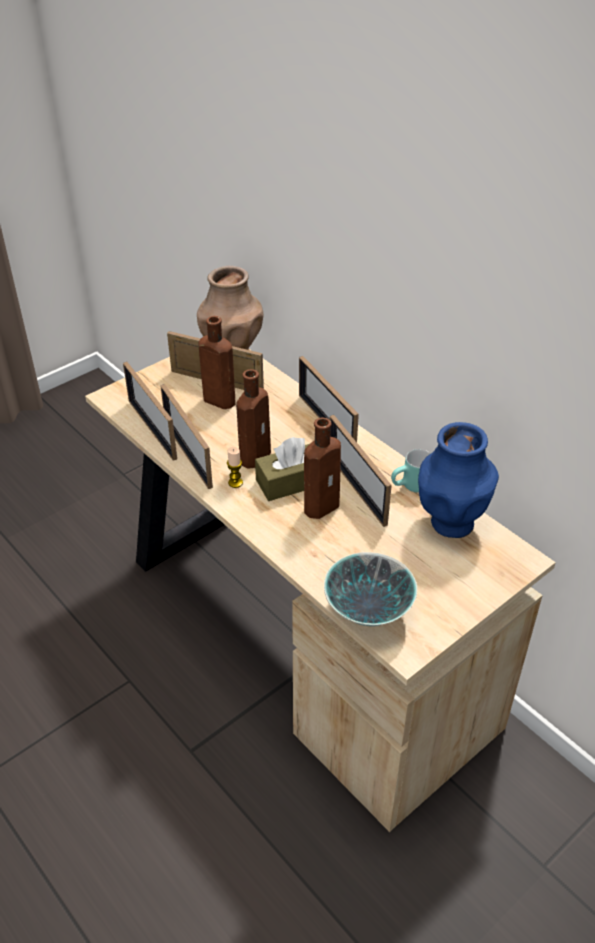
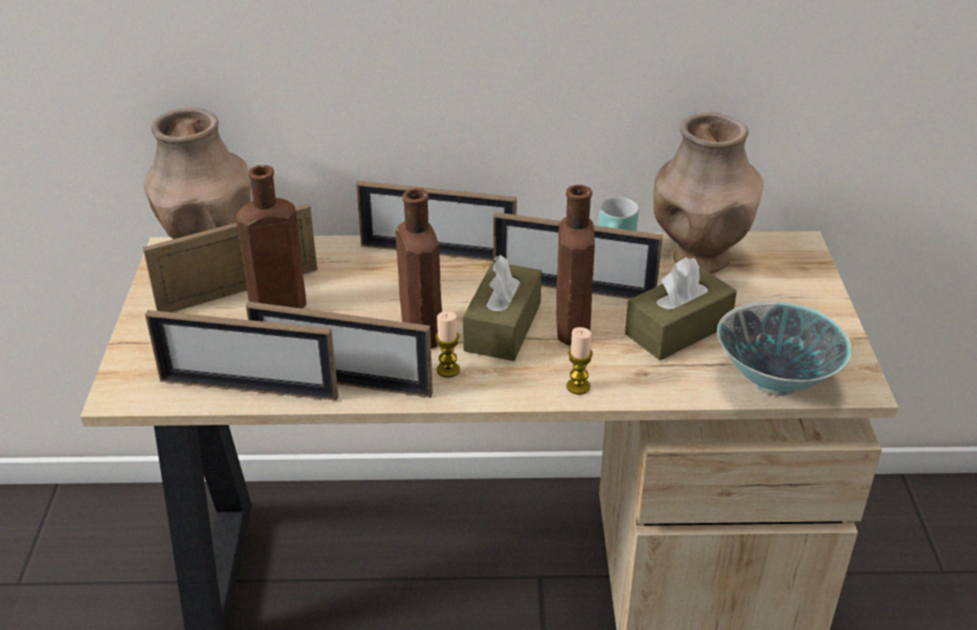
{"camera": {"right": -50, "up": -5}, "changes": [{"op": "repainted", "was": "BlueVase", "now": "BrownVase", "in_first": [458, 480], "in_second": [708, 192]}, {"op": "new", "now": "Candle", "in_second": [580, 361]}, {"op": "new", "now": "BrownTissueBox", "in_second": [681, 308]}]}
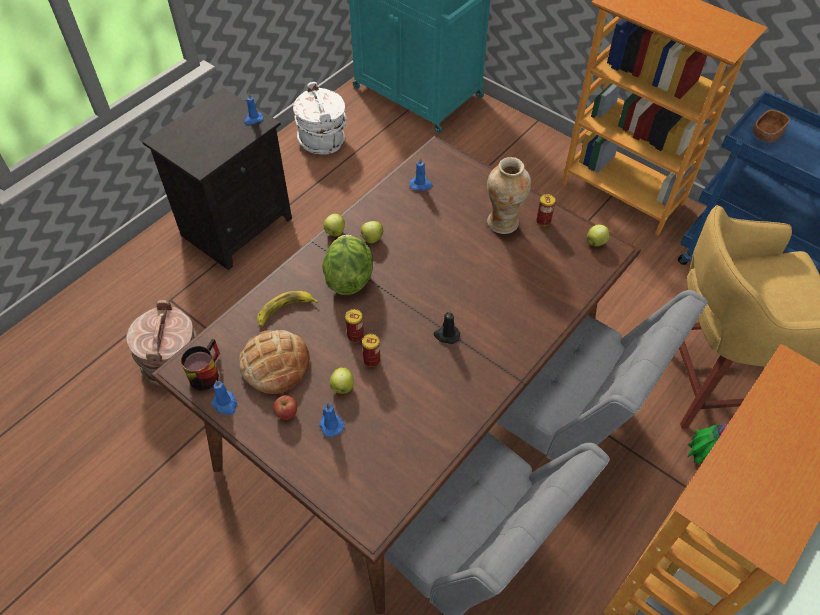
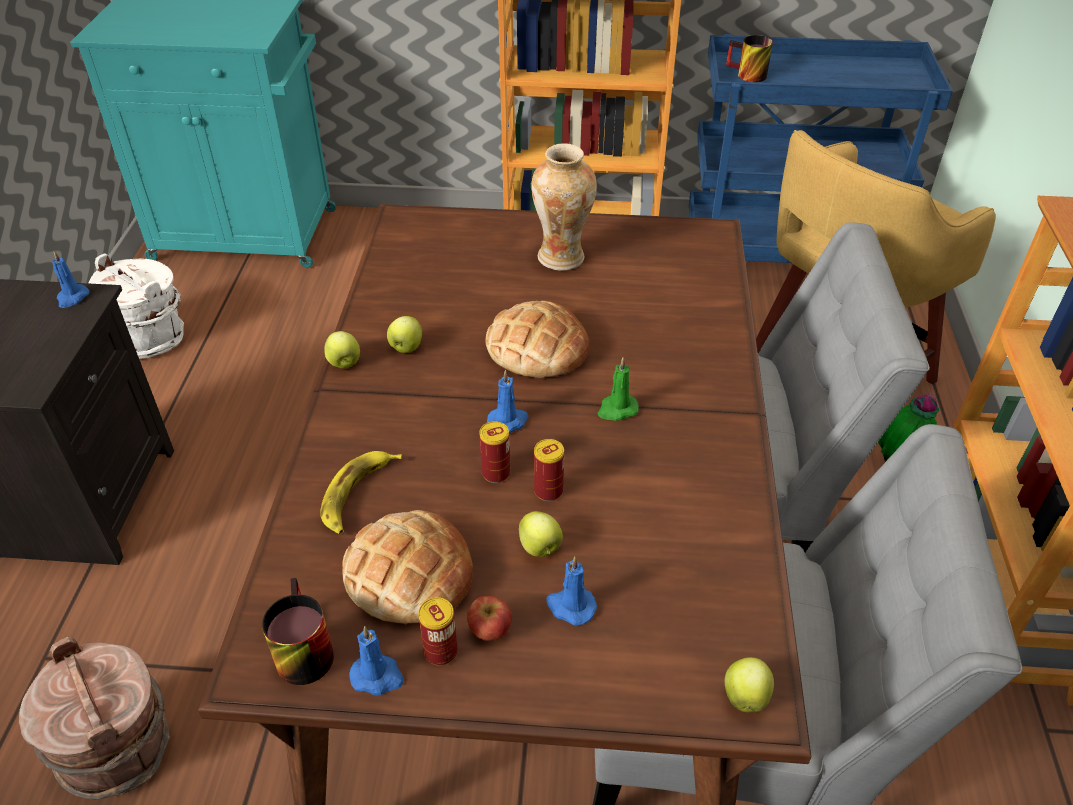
{"camera": {"right": -35, "up": -10}, "changes": [{"op": "gone", "was": "Lettuce", "in_first": [347, 265]}, {"op": "shifted", "was": "BlueCandle", "in_first": [421, 174], "in_second": [507, 401]}, {"op": "repainted", "was": "BlackCandle", "now": "GreenCandle", "in_first": [447, 327], "in_second": [618, 389]}, {"op": "shifted", "was": "Can", "in_first": [546, 210], "in_second": [438, 631]}, {"op": "shifted", "was": "Apple", "in_first": [598, 236], "in_second": [749, 684]}, {"op": "swapped", "was": "BrownBowl", "now": "Mug", "in_first": [771, 125], "in_second": [749, 58]}, {"op": "new", "now": "Bread", "in_second": [538, 339]}]}
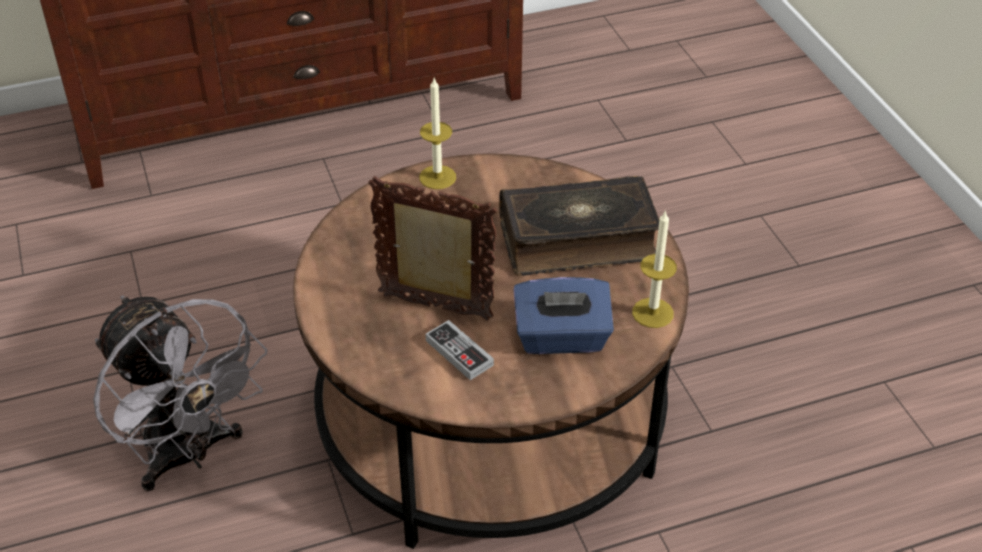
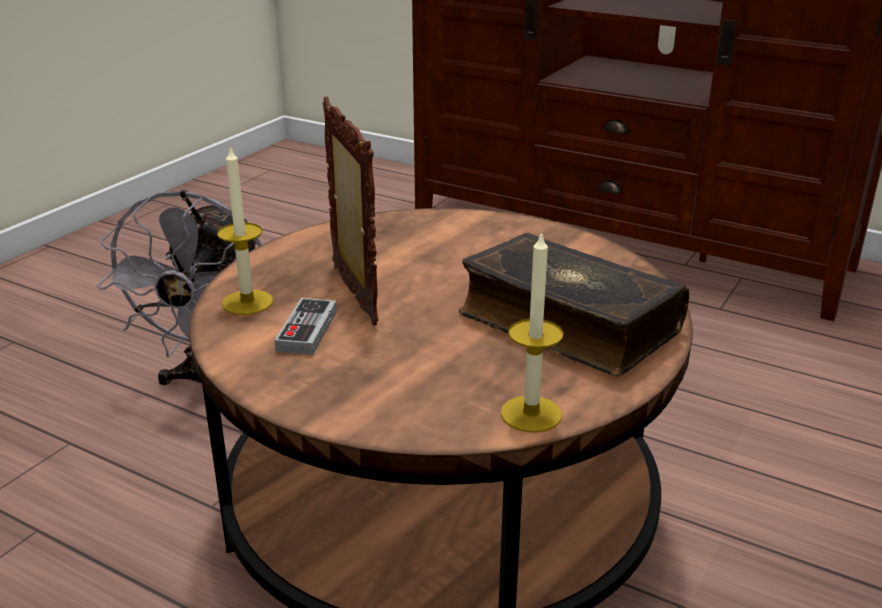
{"camera": {"right": 50, "up": -15}, "changes": [{"op": "shifted", "was": "Candle", "in_first": [437, 133], "in_second": [245, 230]}, {"op": "gone", "was": "BlueTissueBox", "in_first": [564, 315]}]}
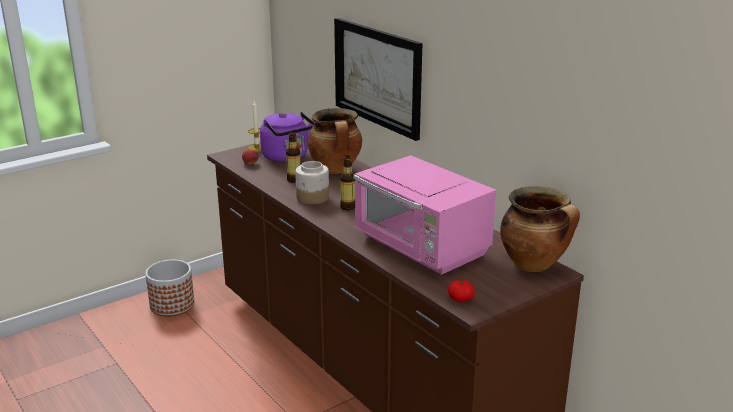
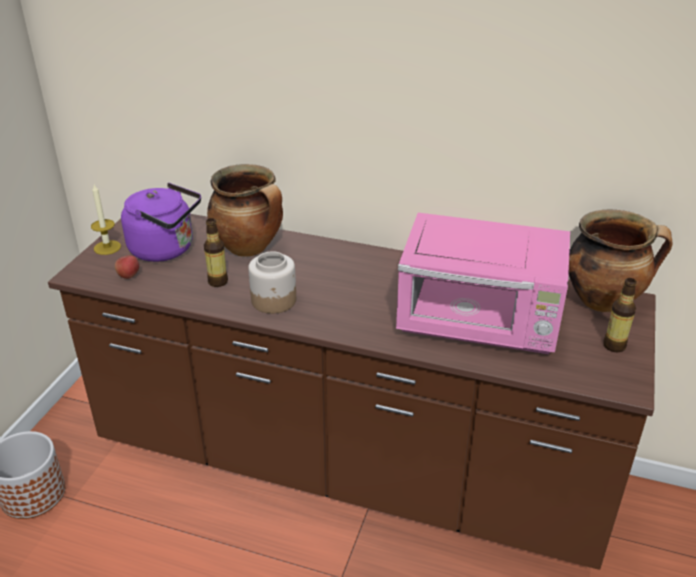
{"camera": {"right": -35, "up": 10}, "changes": [{"op": "gone", "was": "Picture", "in_first": [378, 79]}, {"op": "shifted", "was": "Bottle", "in_first": [347, 183], "in_second": [620, 315]}, {"op": "gone", "was": "Tomato", "in_first": [461, 290]}]}
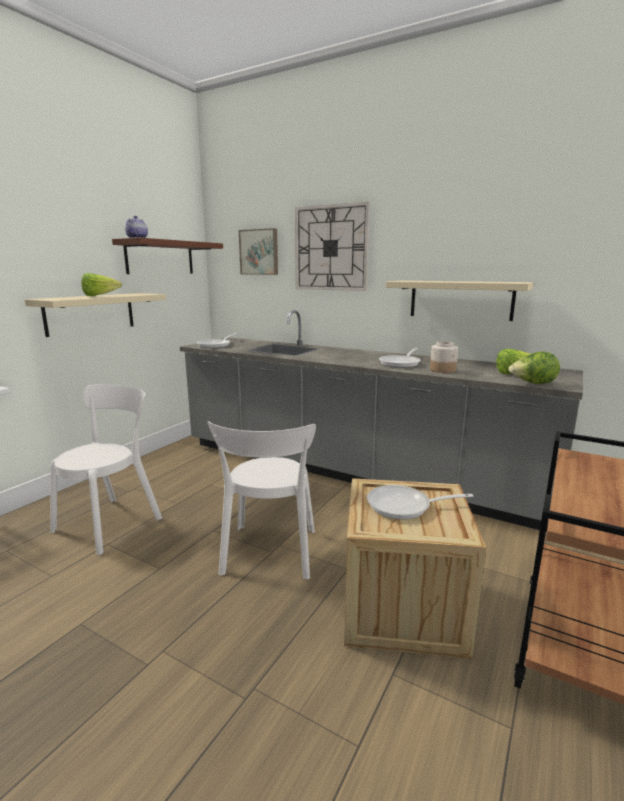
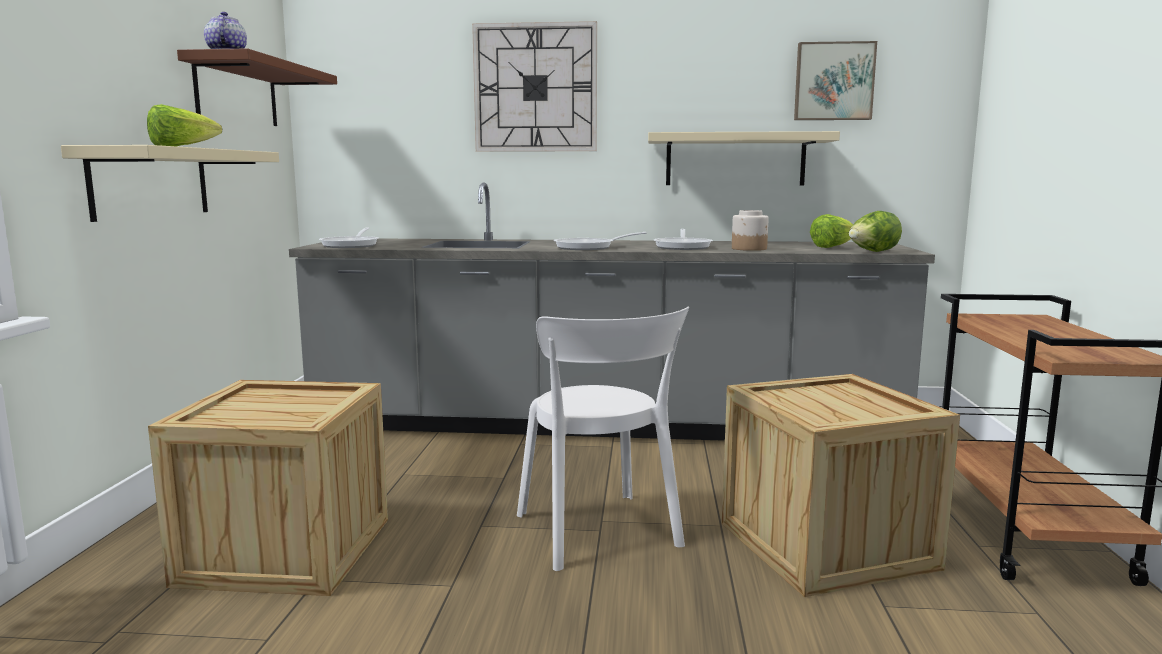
{"camera": {"right": -25, "up": -5}, "changes": [{"op": "swapped", "was": "WhiteChair", "now": "Crate", "in_first": [106, 470], "in_second": [268, 488]}, {"op": "shifted", "was": "Picture", "in_first": [258, 251], "in_second": [835, 80]}, {"op": "shifted", "was": "FryingPan", "in_first": [420, 502], "in_second": [600, 241]}]}
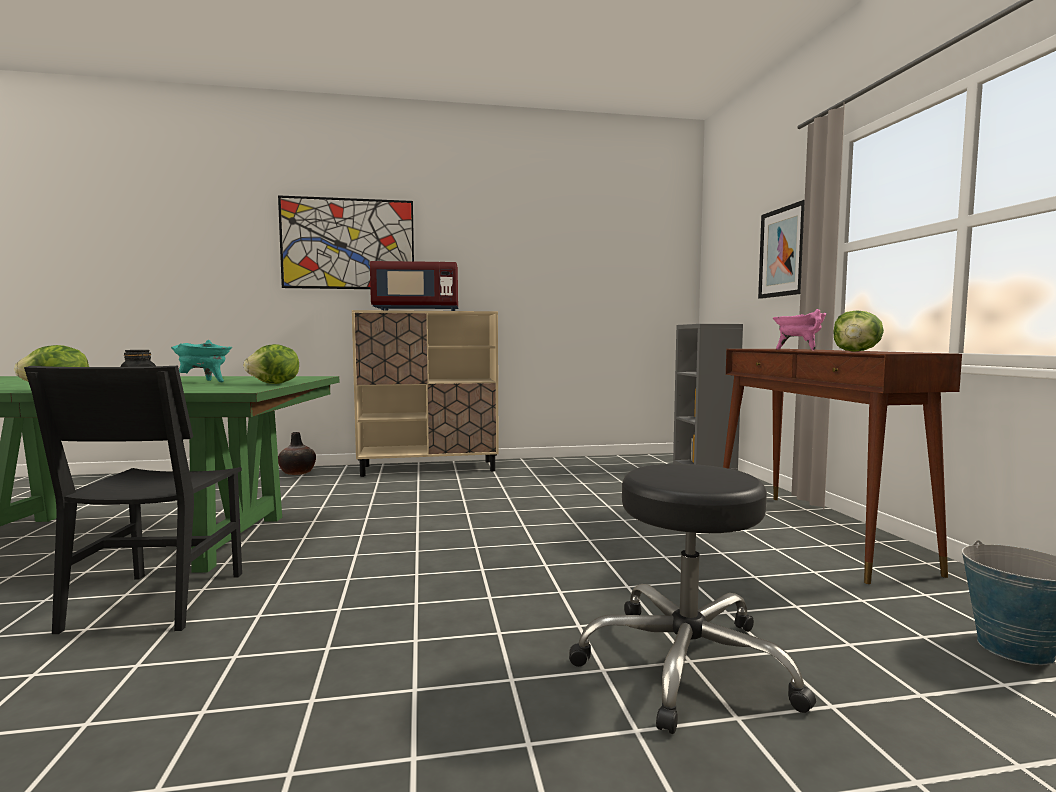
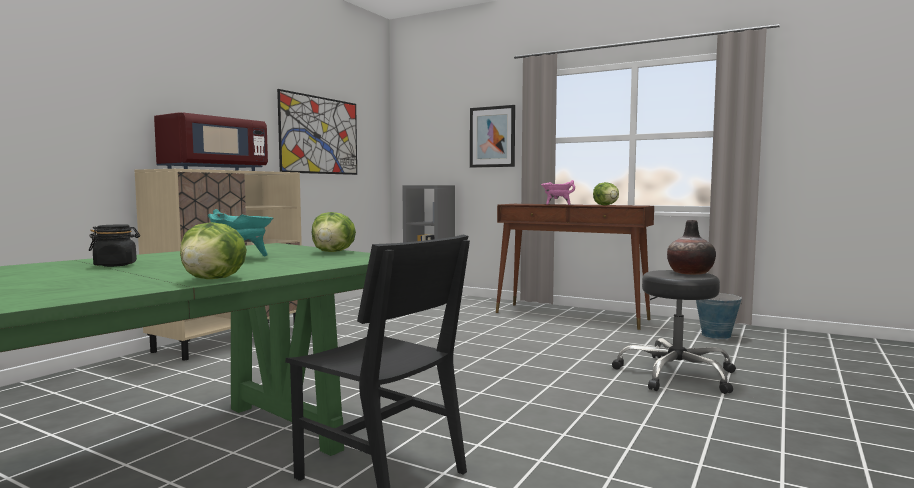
{"camera": {"right": -50, "up": 0}, "changes": [{"op": "shifted", "was": "Picture", "in_first": [346, 242], "in_second": [317, 132]}, {"op": "shifted", "was": "Vase", "in_first": [297, 453], "in_second": [691, 247]}]}
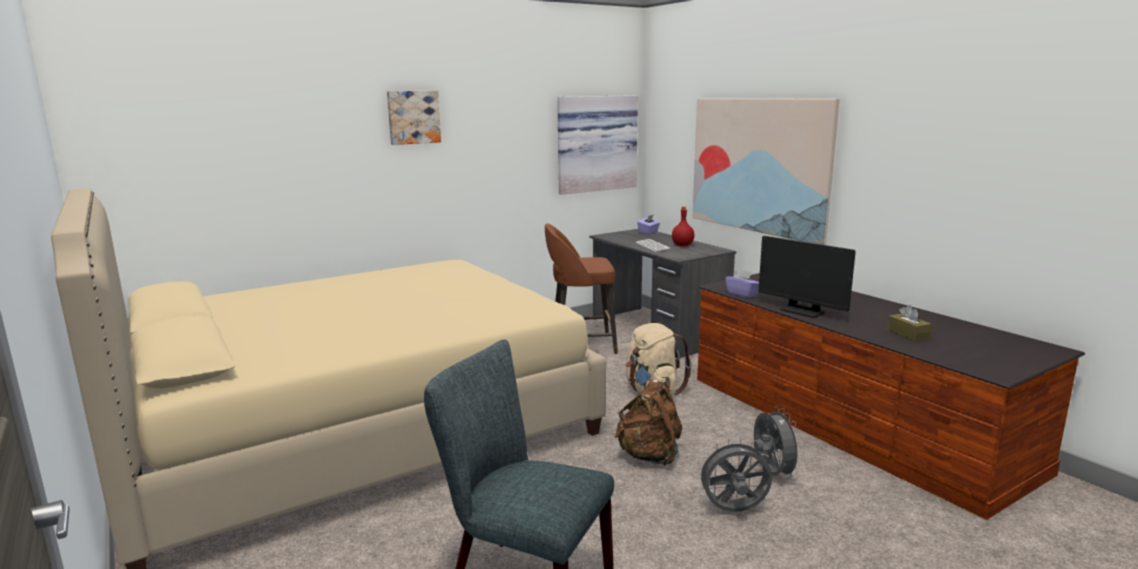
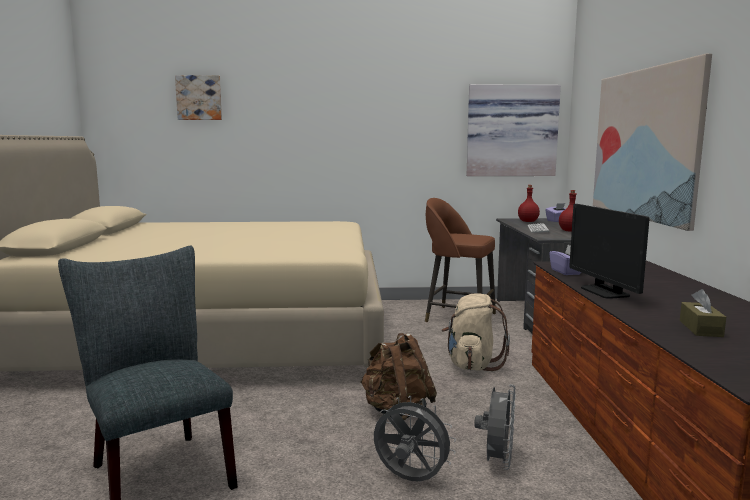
{"camera": {"right": 30, "up": -5}, "changes": [{"op": "shifted", "was": "Picture", "in_first": [414, 118], "in_second": [198, 97]}, {"op": "new", "now": "RedBottle", "in_second": [529, 203]}]}
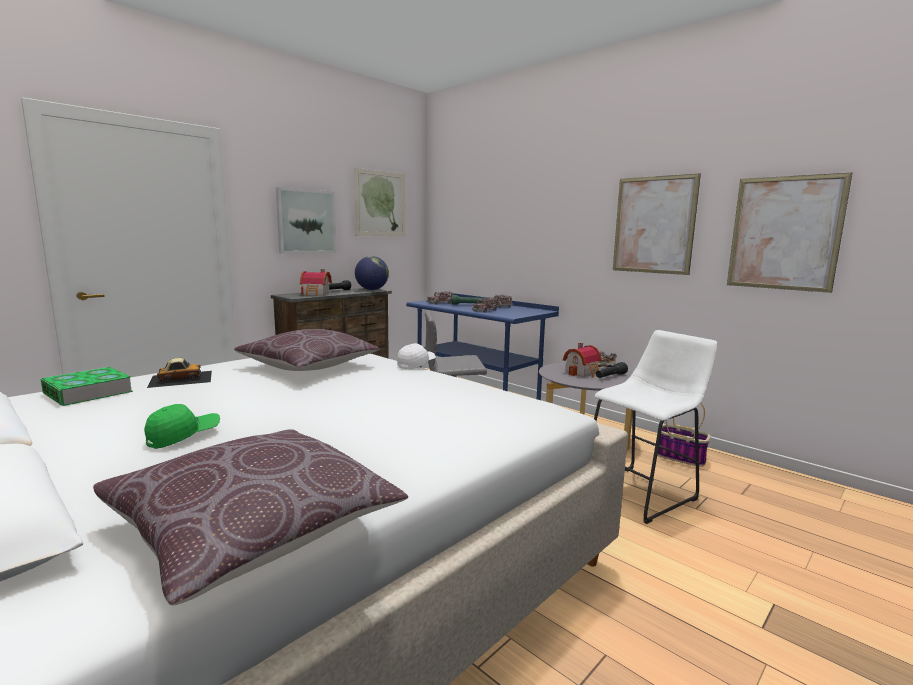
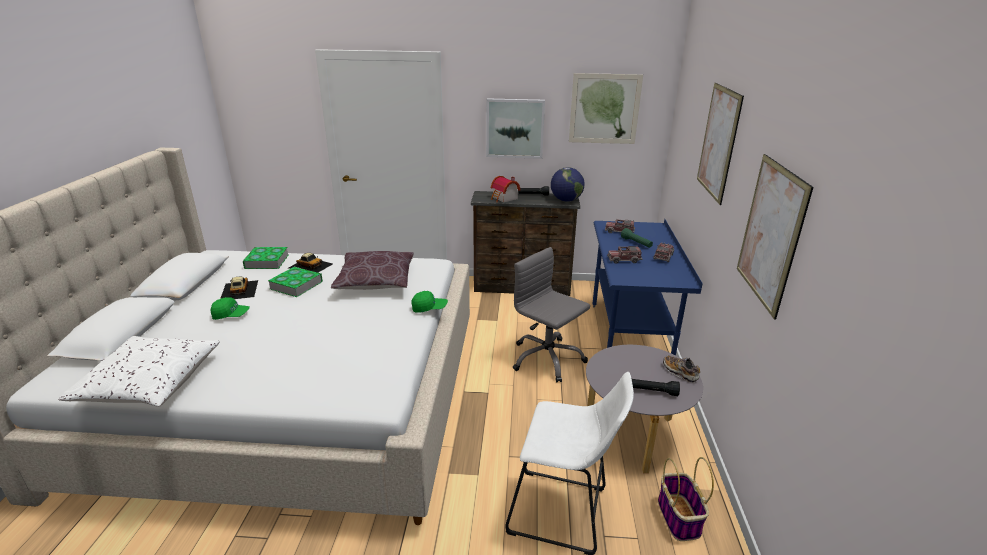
{"camera": {"right": 50, "up": 15}, "changes": [{"op": "repainted", "was": "BrownPillow", "now": "WhitePillow", "in_first": [250, 517], "in_second": [139, 371]}, {"op": "repainted", "was": "WhiteCap", "now": "GreenCap", "in_first": [416, 356], "in_second": [429, 302]}, {"op": "gone", "was": "ToyHouse", "in_first": [582, 360]}, {"op": "shifted", "was": "Picture", "in_first": [789, 233], "in_second": [720, 144]}, {"op": "new", "now": "ToyCar", "in_second": [239, 288]}, {"op": "new", "now": "Book", "in_second": [295, 282]}]}
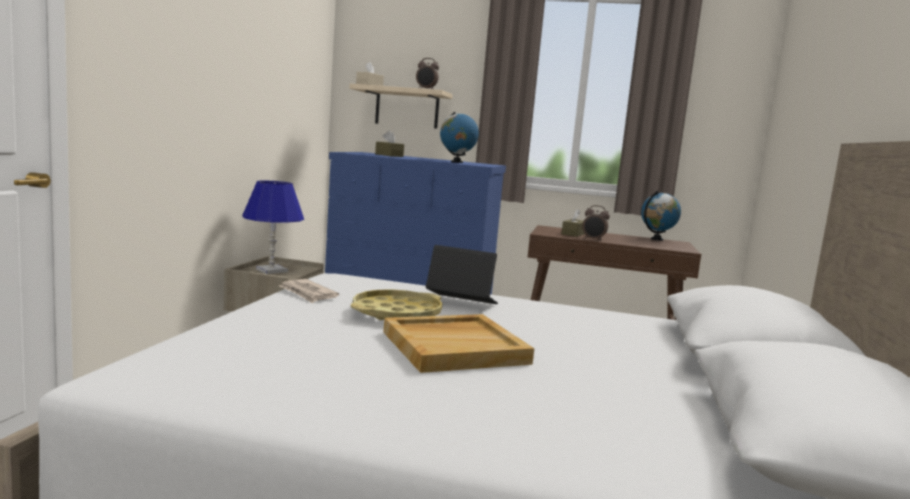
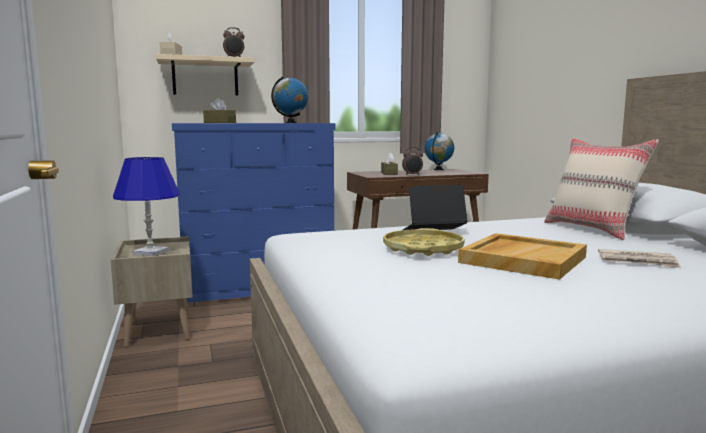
{"camera": {"right": -30, "up": 0}, "changes": [{"op": "shifted", "was": "Newspaper", "in_first": [309, 291], "in_second": [639, 258]}, {"op": "new", "now": "BeigePillow", "in_second": [601, 189]}]}
